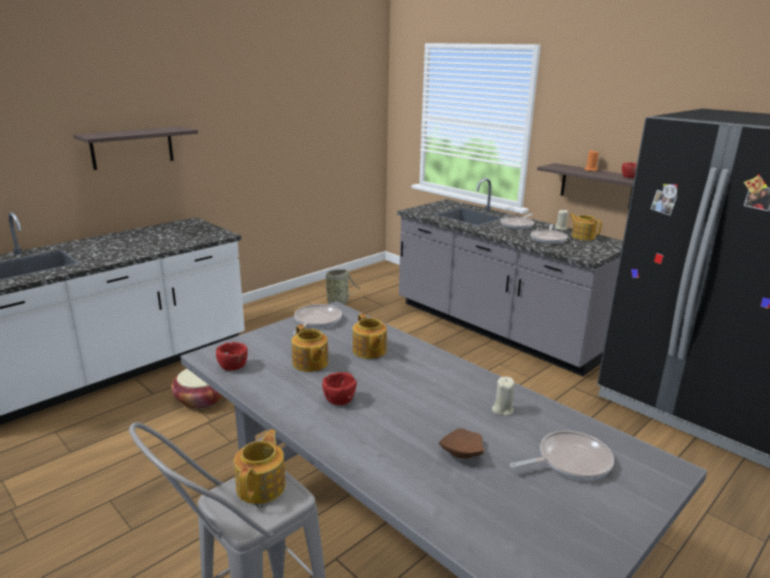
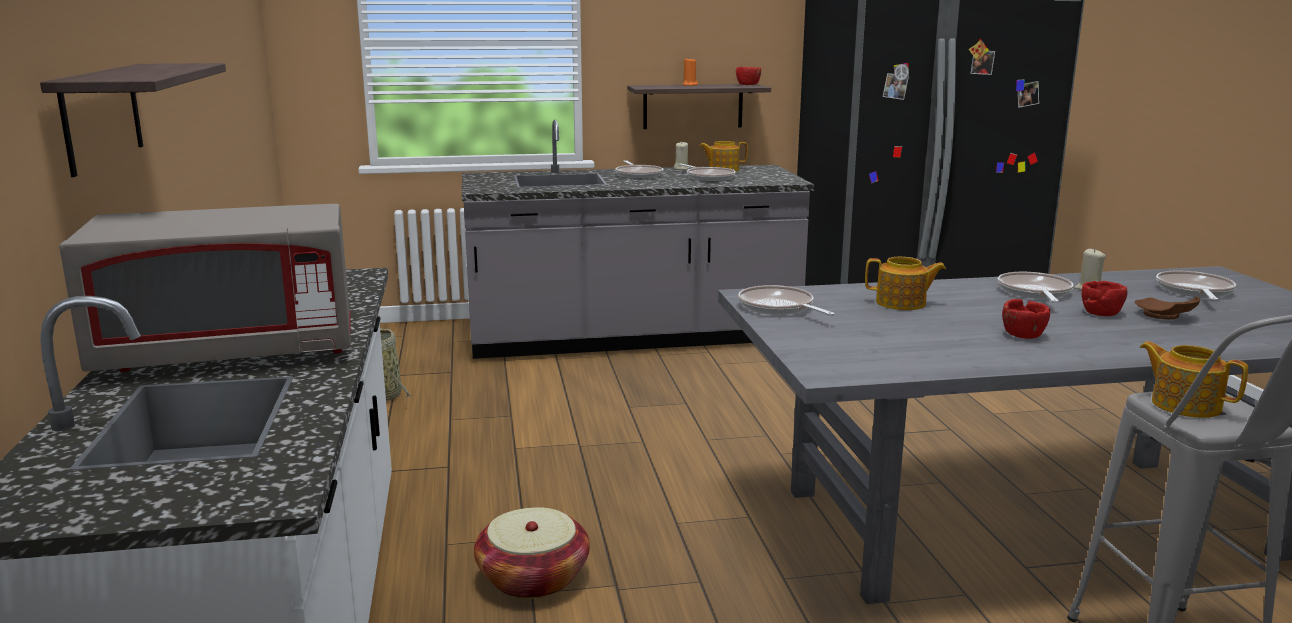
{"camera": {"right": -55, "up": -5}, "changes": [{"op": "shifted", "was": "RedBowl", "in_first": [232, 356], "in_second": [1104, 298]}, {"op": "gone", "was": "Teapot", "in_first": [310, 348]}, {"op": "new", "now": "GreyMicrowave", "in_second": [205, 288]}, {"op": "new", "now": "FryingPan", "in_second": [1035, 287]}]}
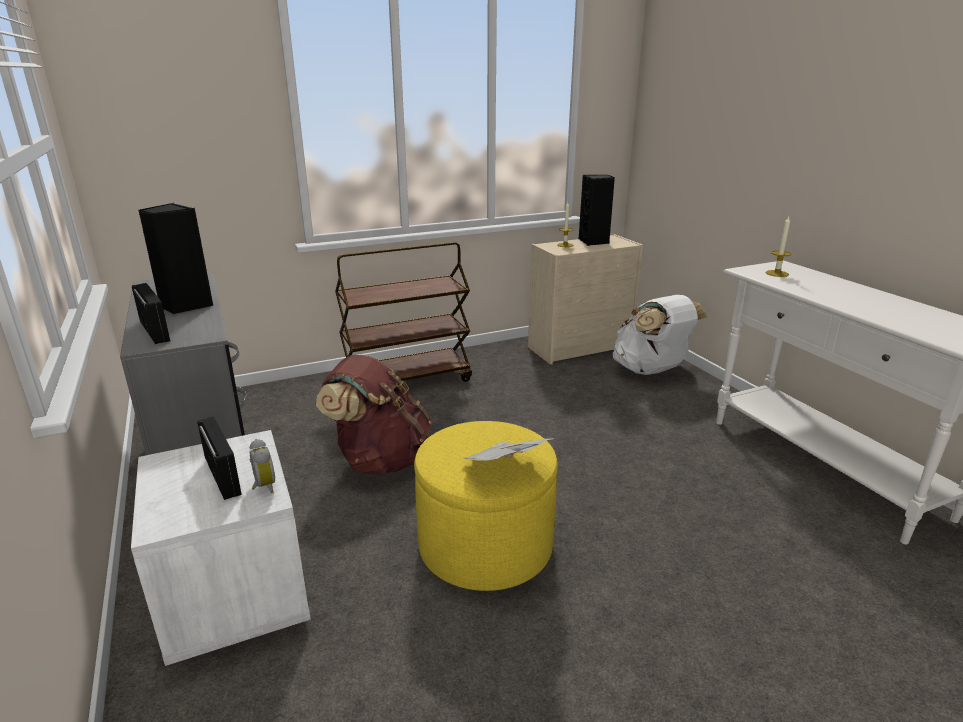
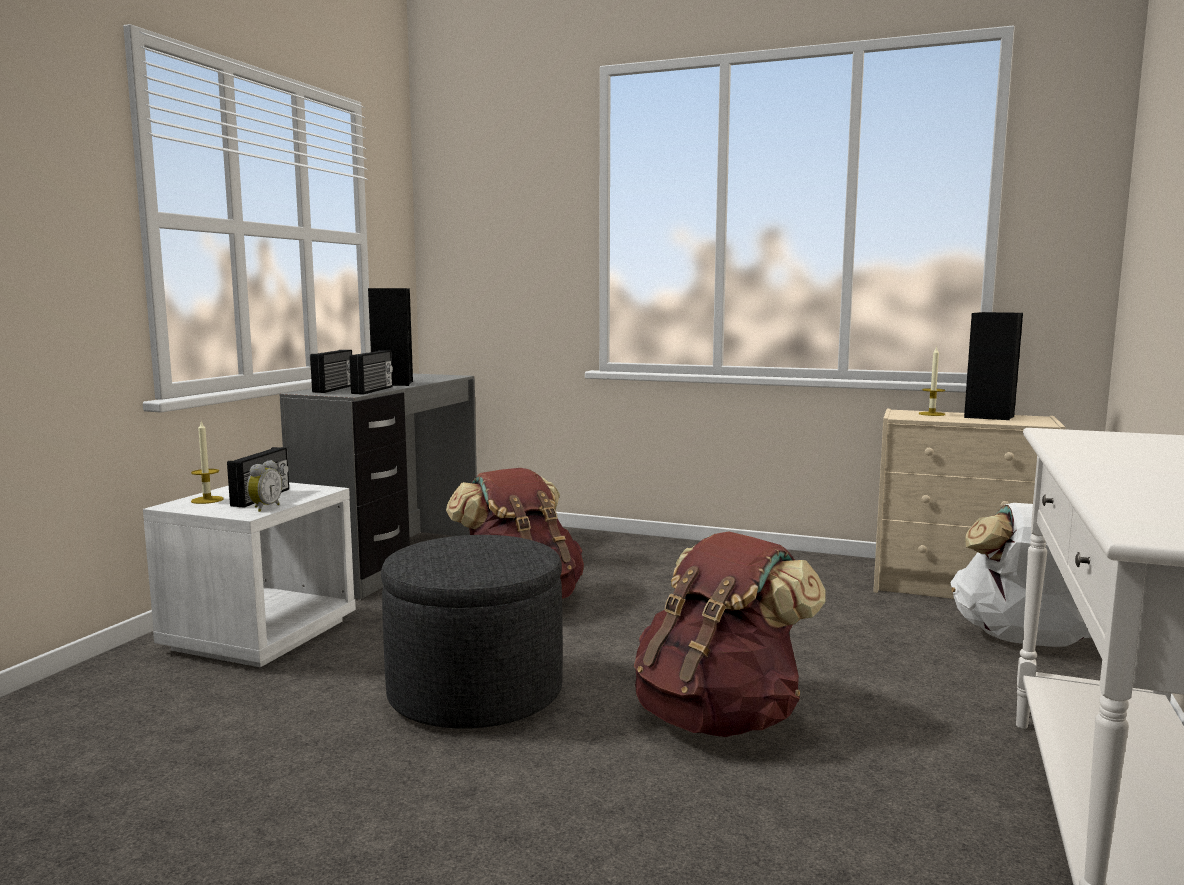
{"camera": {"right": 45, "up": -15}, "changes": [{"op": "gone", "was": "BrownCart", "in_first": [403, 312]}, {"op": "repainted", "was": "YellowOttoman", "now": "GreyOttoman", "in_first": [486, 506], "in_second": [472, 632]}, {"op": "gone", "was": "Newspaper", "in_first": [507, 450]}, {"op": "shifted", "was": "Candle", "in_first": [778, 247], "in_second": [207, 462]}, {"op": "new", "now": "Radio", "in_second": [371, 372]}, {"op": "new", "now": "BrownBackpack", "in_second": [729, 634]}]}
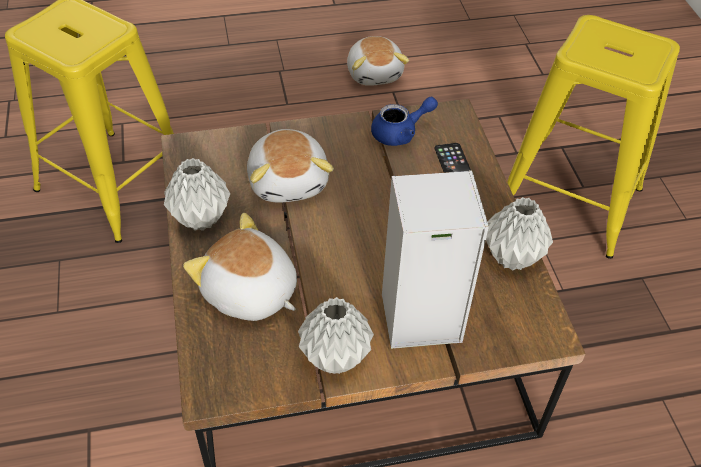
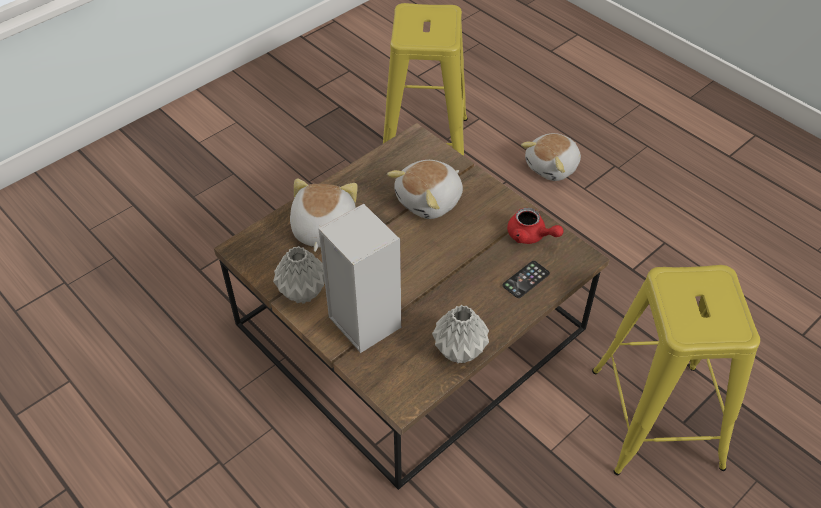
{"camera": {"right": 60, "up": 0}, "changes": [{"op": "gone", "was": "GreyVase", "in_first": [197, 194]}, {"op": "shifted", "was": "PlushToy", "in_first": [378, 61], "in_second": [551, 157]}, {"op": "repainted", "was": "BlueTeapot", "now": "RedTeapot", "in_first": [404, 121], "in_second": [535, 226]}]}
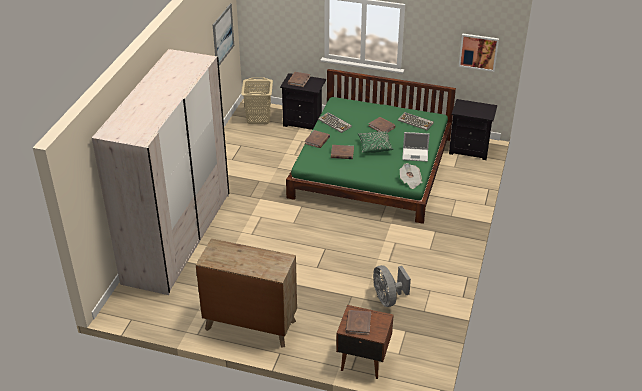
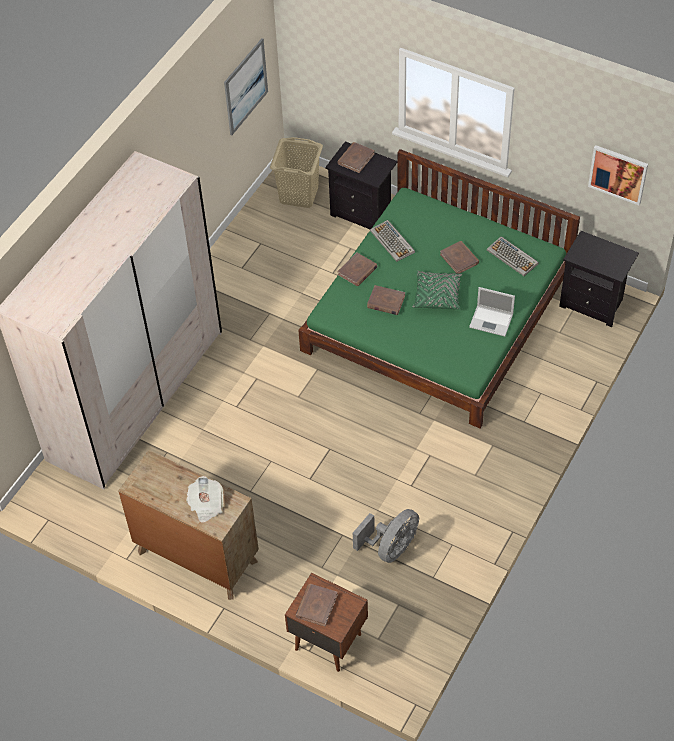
{"camera": {"right": 15, "up": 15}, "changes": [{"op": "rotated", "was": "GreyFan", "in_first": [392, 286], "in_second": [386, 536], "clockwise": -135}, {"op": "shifted", "was": "Newspaper", "in_first": [411, 176], "in_second": [204, 499]}]}
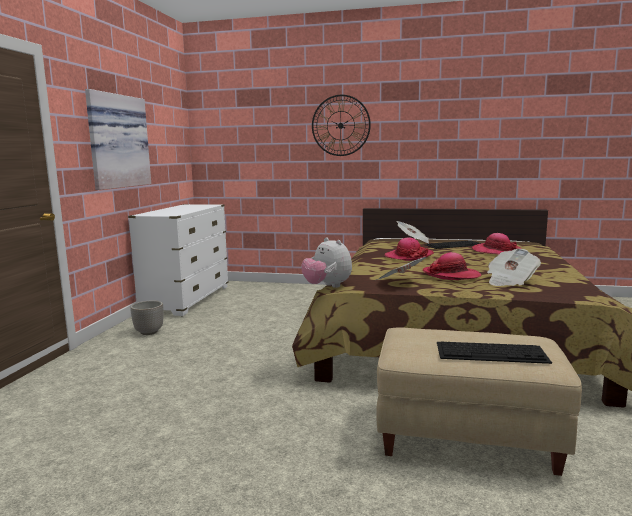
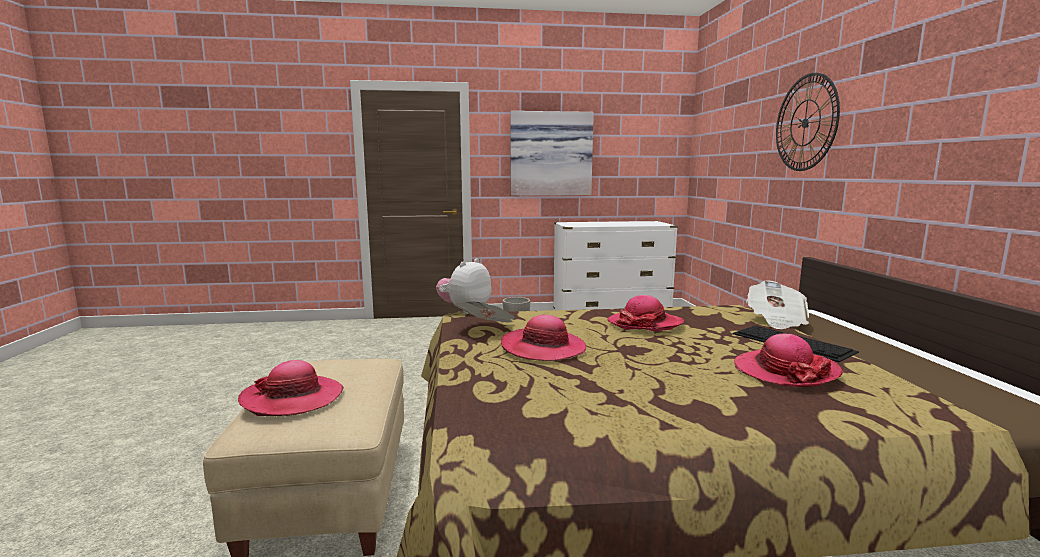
{"camera": {"right": 70, "up": 0}, "changes": [{"op": "swapped", "was": "Keyboard", "now": "Hat", "in_first": [494, 353], "in_second": [291, 388]}, {"op": "gone", "was": "Newspaper", "in_first": [514, 267]}]}
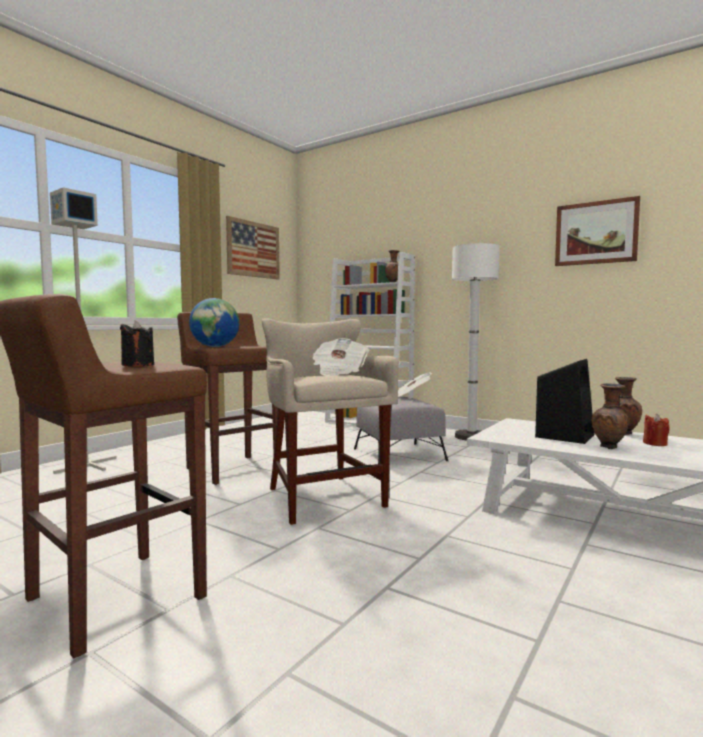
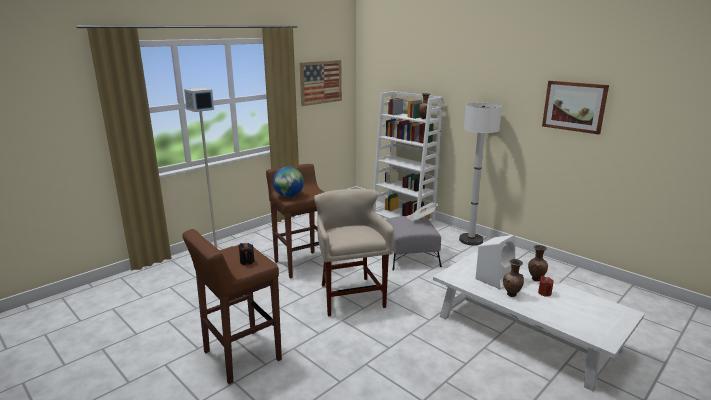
{"camera": {"right": 10, "up": 15}, "changes": [{"op": "gone", "was": "Newspaper", "in_first": [340, 357]}, {"op": "repainted", "was": "BlackSpeaker", "now": "WhiteSpeaker", "in_first": [564, 401], "in_second": [495, 262]}]}
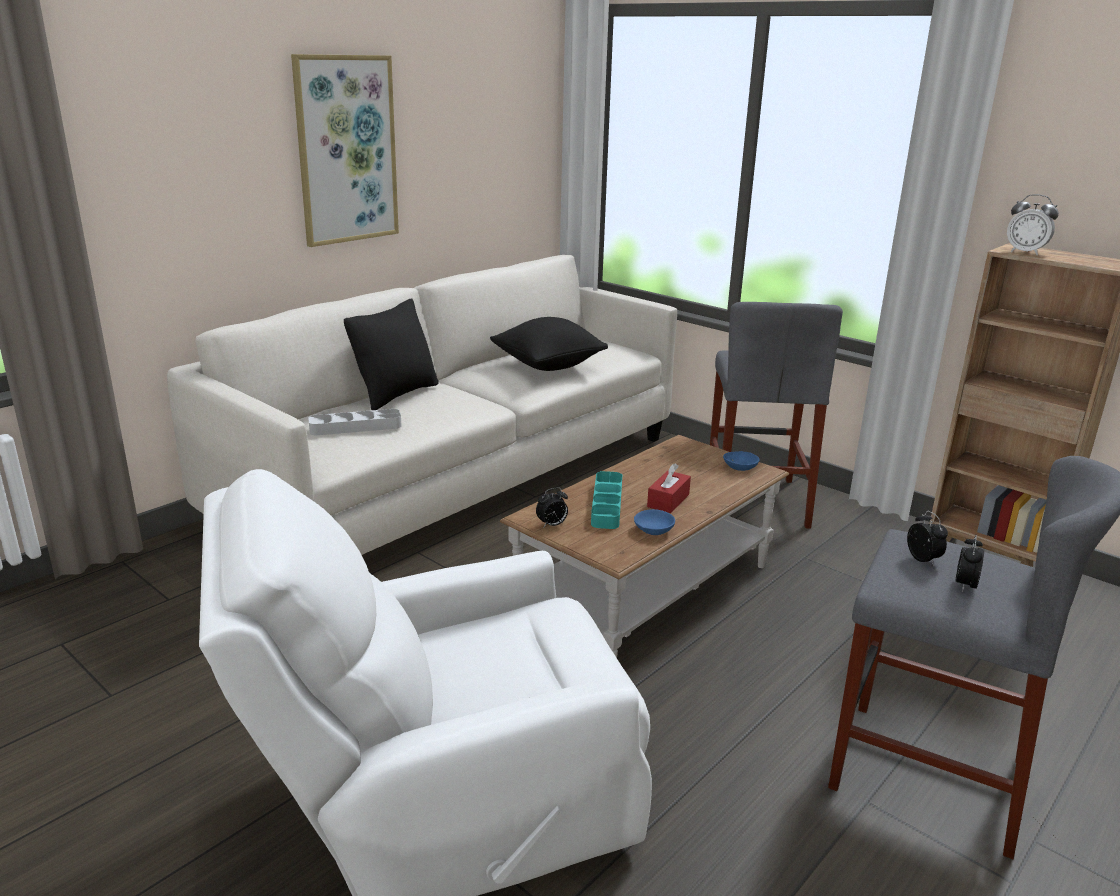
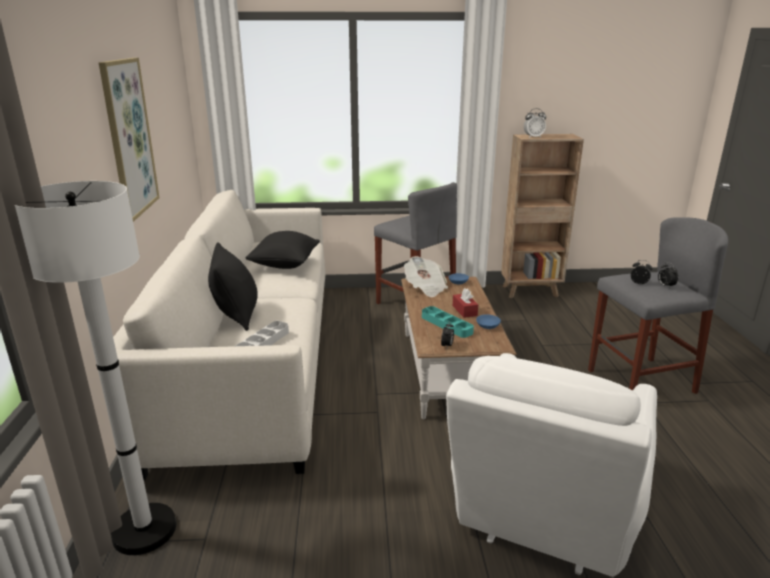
{"camera": {"right": -45, "up": 0}, "changes": [{"op": "new", "now": "WhiteFloorLamp", "in_second": [95, 368]}, {"op": "new", "now": "Newspaper", "in_second": [426, 276]}]}
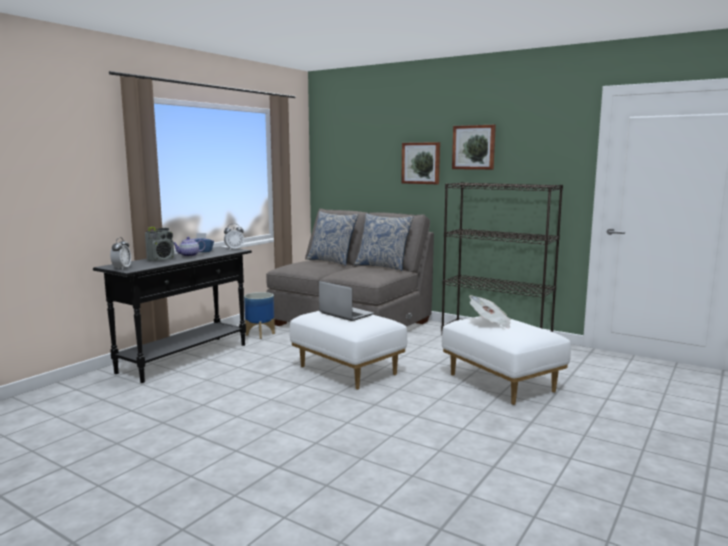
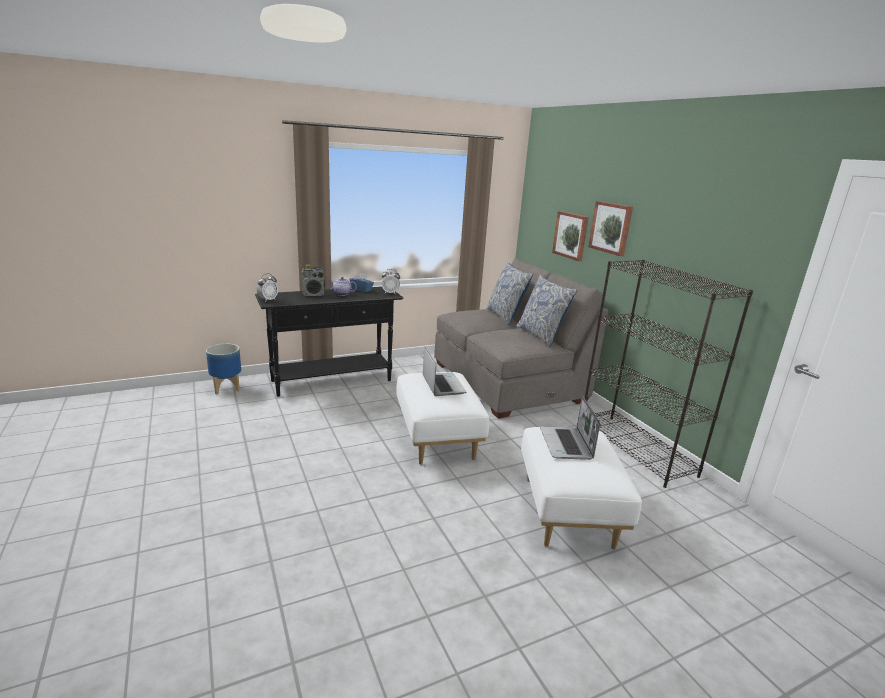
{"camera": {"right": 30, "up": 10}, "changes": [{"op": "shifted", "was": "Planter", "in_first": [259, 315], "in_second": [223, 369]}, {"op": "shifted", "was": "Picture", "in_first": [474, 147], "in_second": [570, 236]}, {"op": "swapped", "was": "Newspaper", "now": "Laptop", "in_first": [490, 312], "in_second": [570, 428]}]}
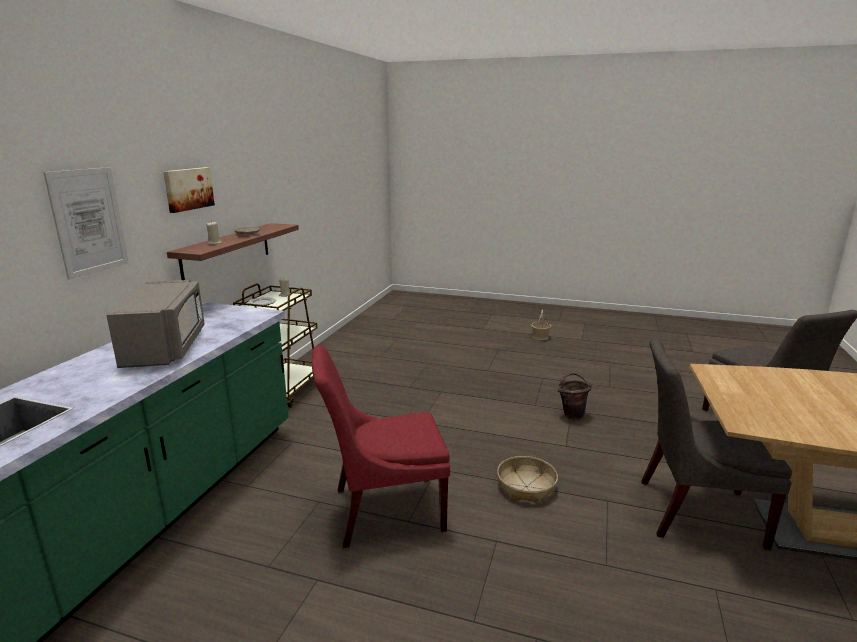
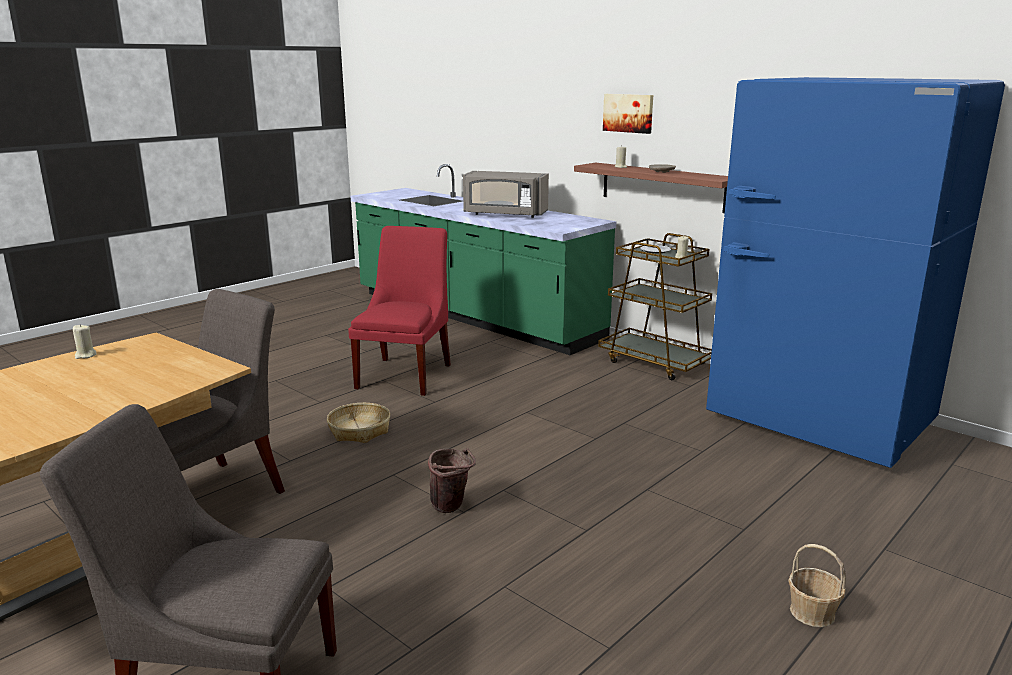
{"camera": {"right": 115, "up": 0}, "changes": [{"op": "gone", "was": "Picture", "in_first": [86, 223]}, {"op": "new", "now": "BeigeCandle", "in_second": [85, 341]}, {"op": "new", "now": "BlueFridge", "in_second": [855, 272]}]}
